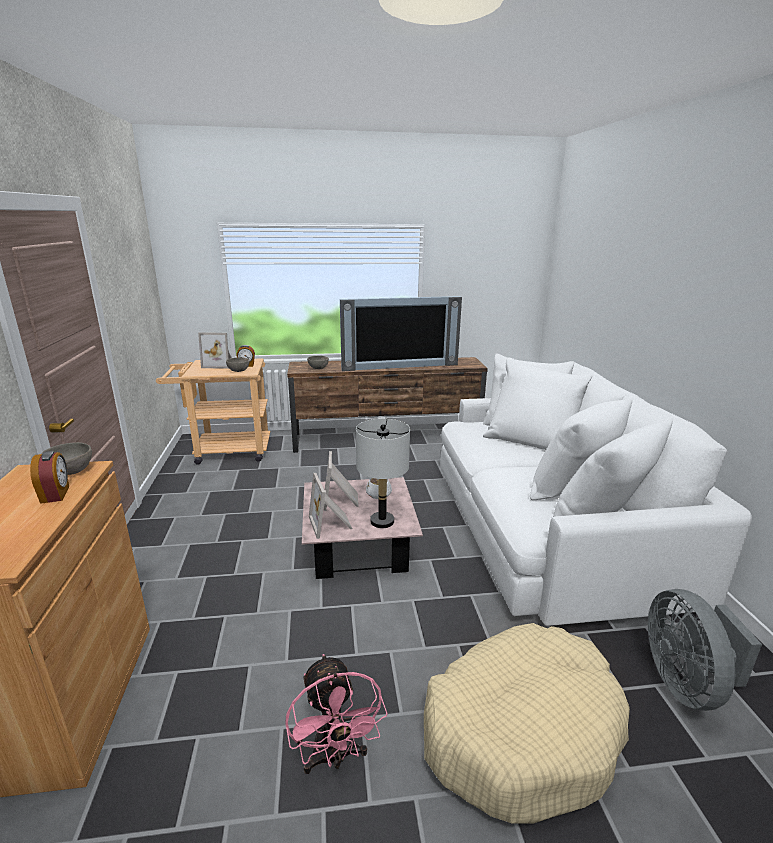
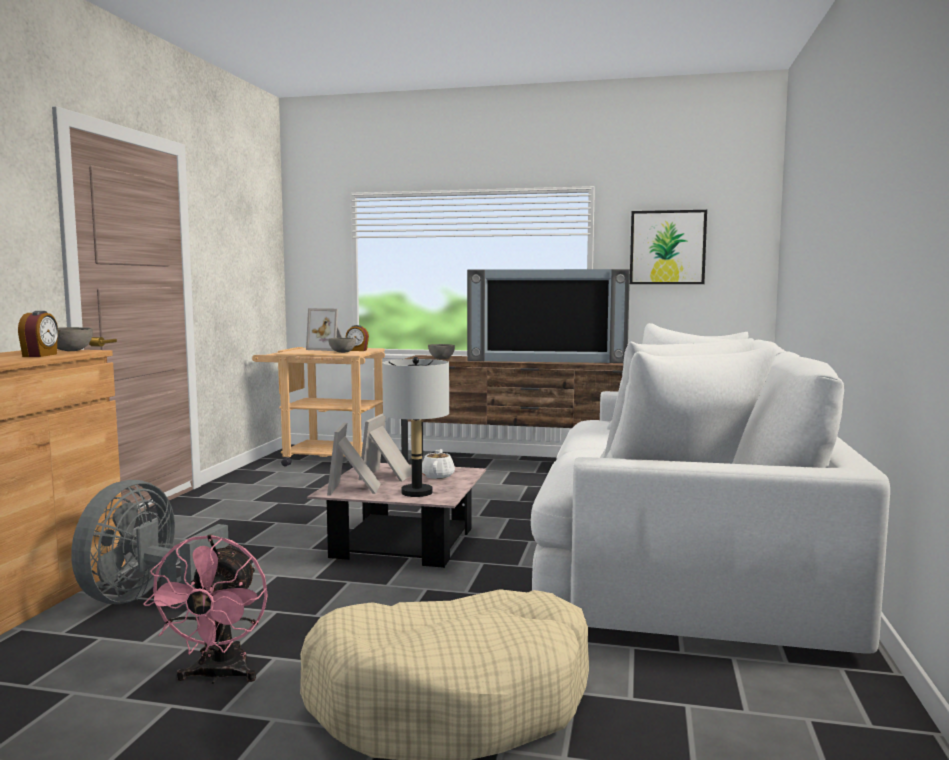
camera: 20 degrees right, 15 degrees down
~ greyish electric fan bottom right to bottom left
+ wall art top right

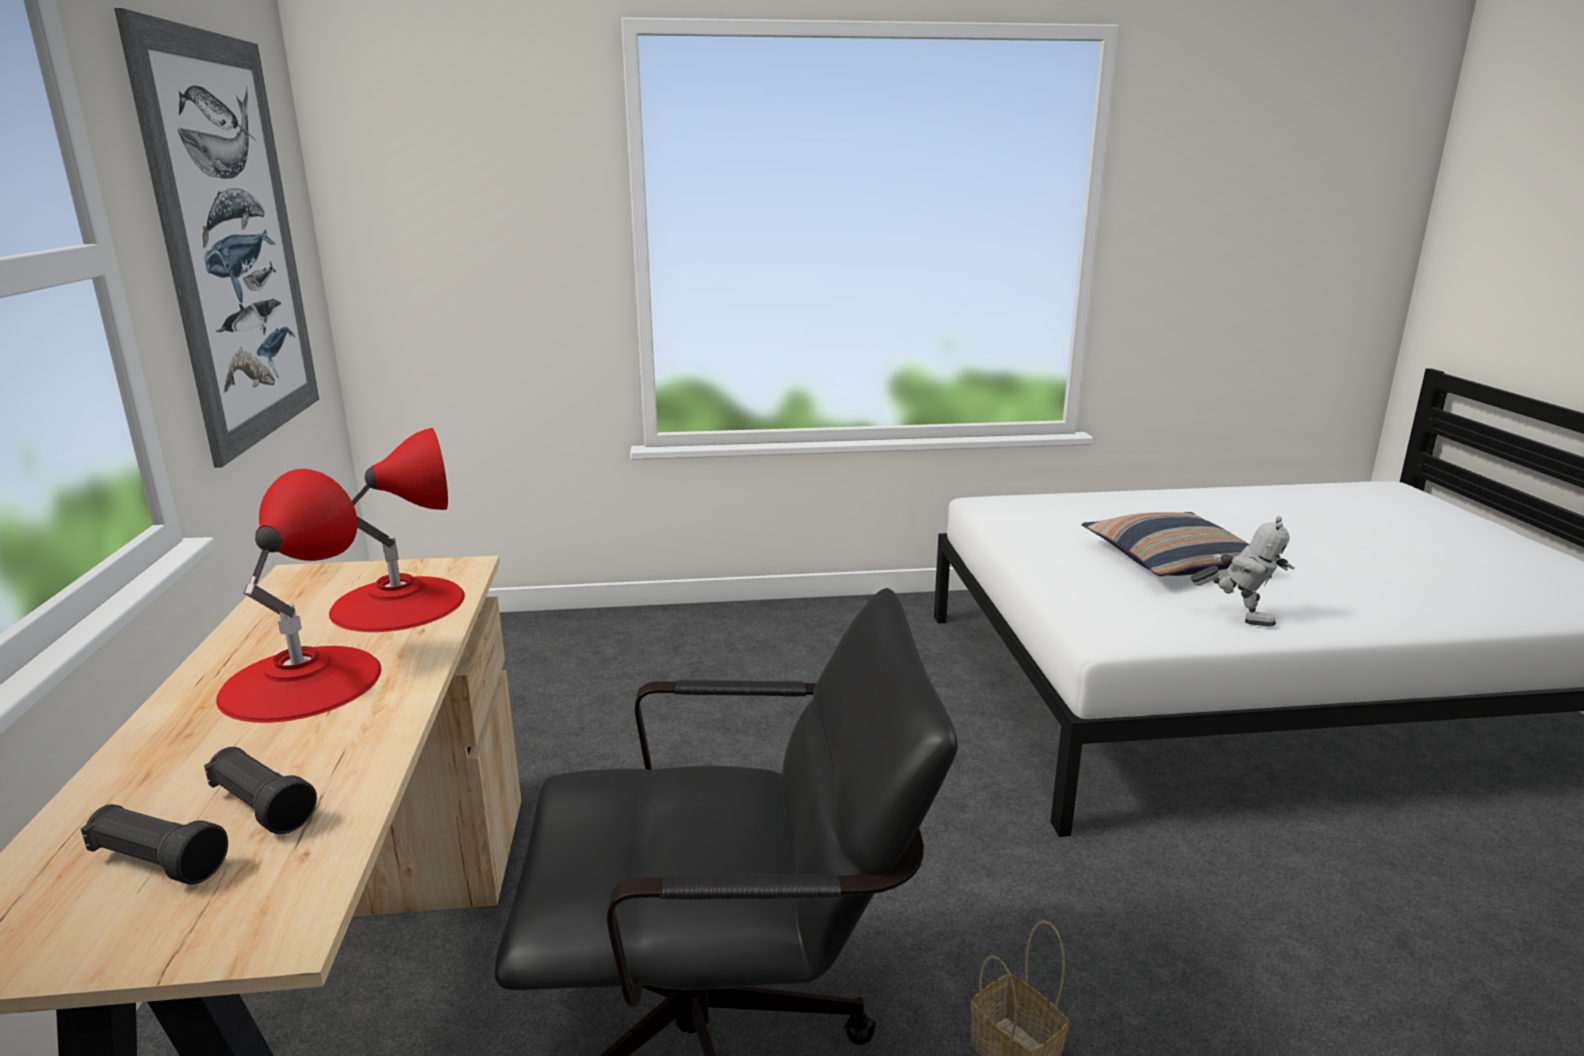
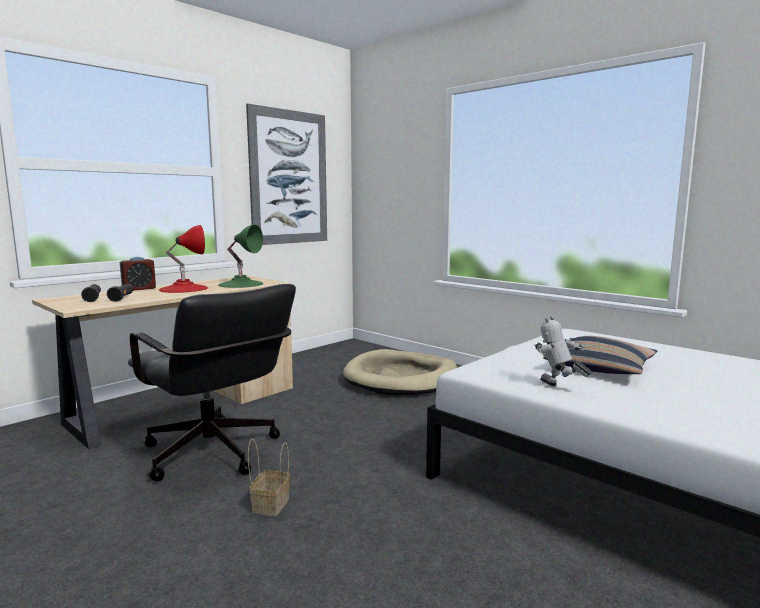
camera: 50 degrees right, 10 degrees down
~ red lamp for a table (2nd from left) middle left to greenish lamp for a table middle left
~ model robot middle right = middle right 150 degrees clockwise
+ table clock middle left
+ beige-coloured dog bed centre

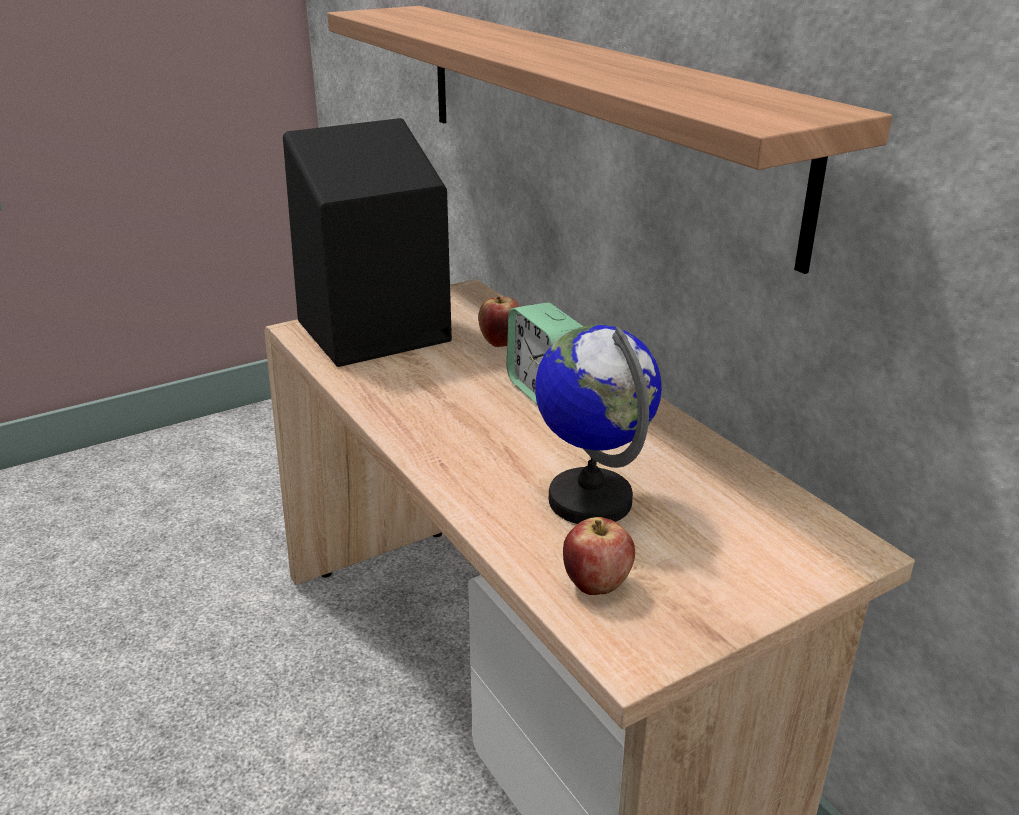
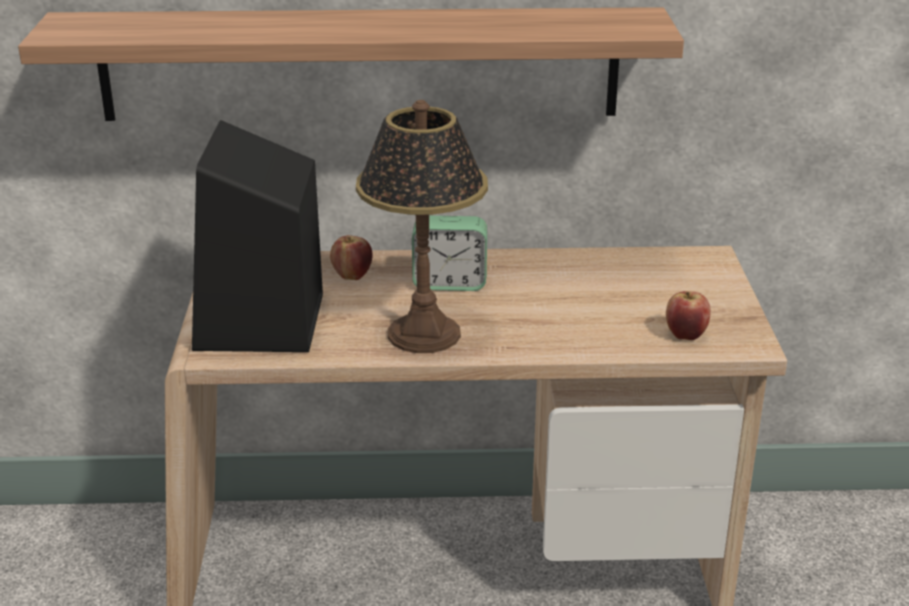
camera: 60 degrees left, 0 degrees up
- world globe centre
+ lamp for a table centre

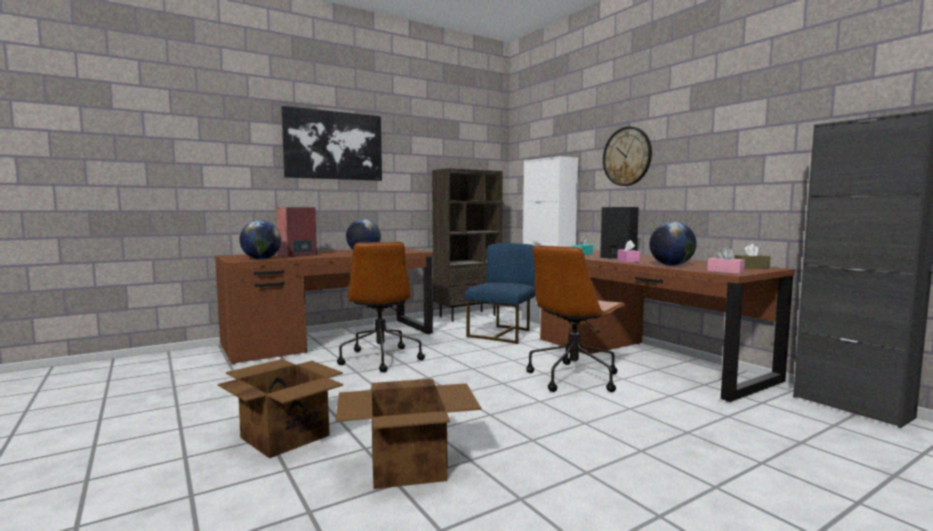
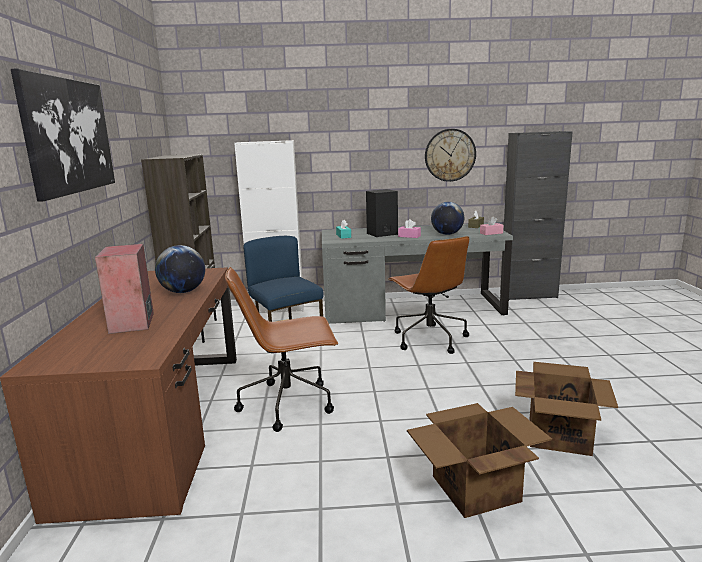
camera: 60 degrees left, 10 degrees up
- world globe (1st from left) middle left
~ brown-coloured office chair (1st from left) centre = centre 150 degrees clockwise
~ brown-coloured desk (2nd from left) middle right to greyish desk centre
~ hanging clock top right to top centre

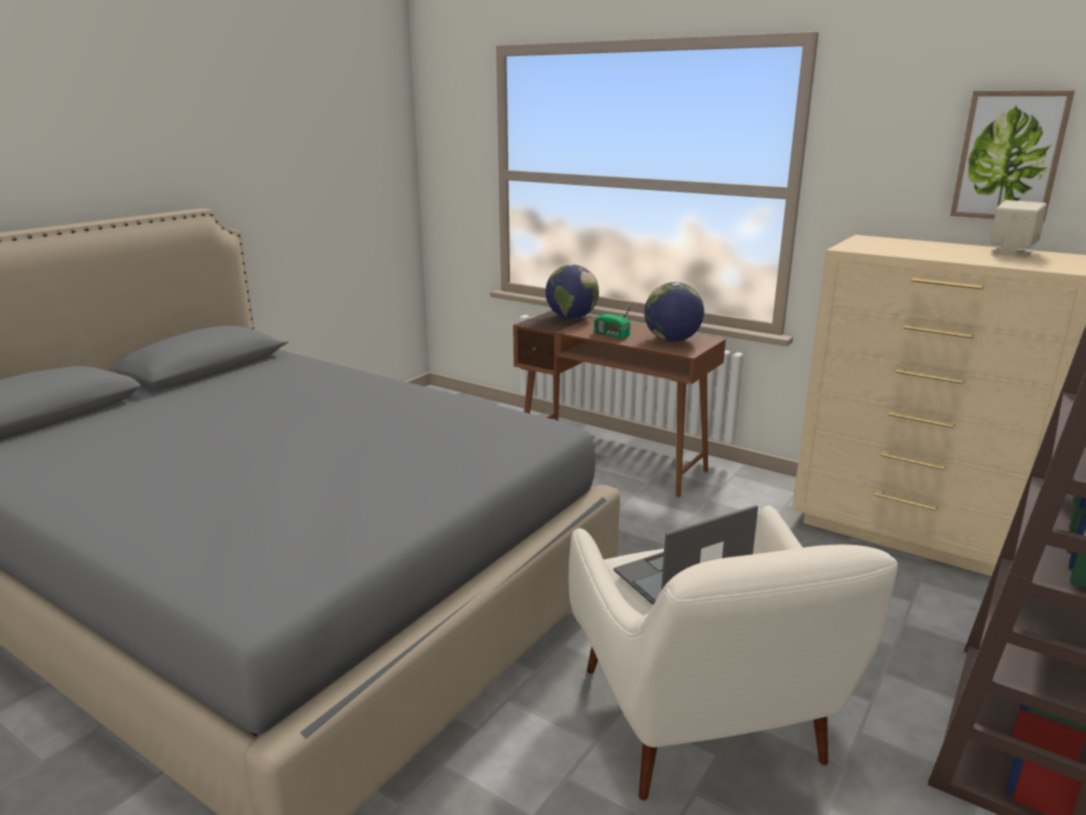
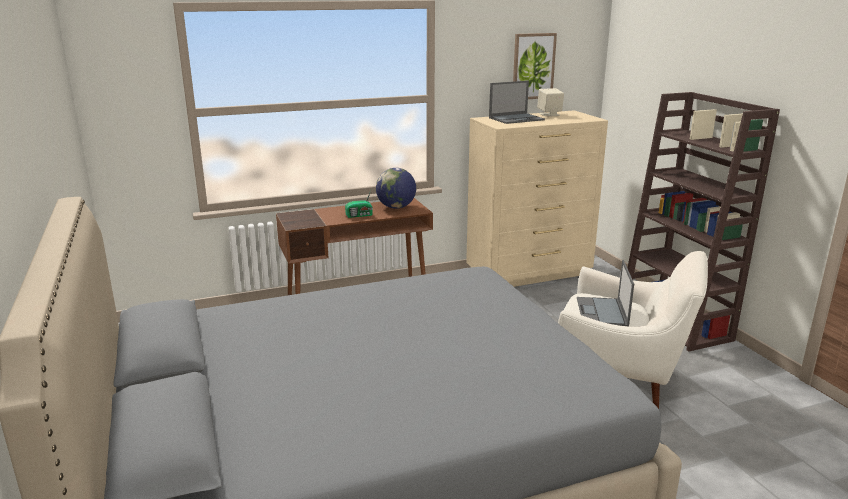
camera: 55 degrees left, 0 degrees up
- world globe (1st from left) centre
+ laptop (1st from left) top centre

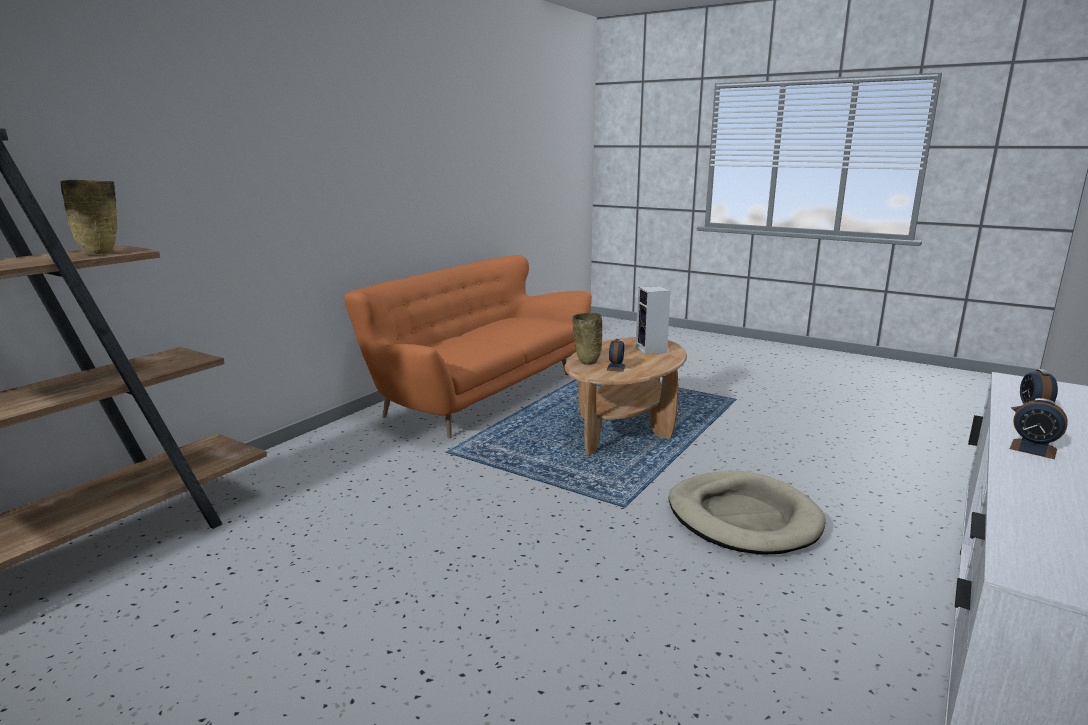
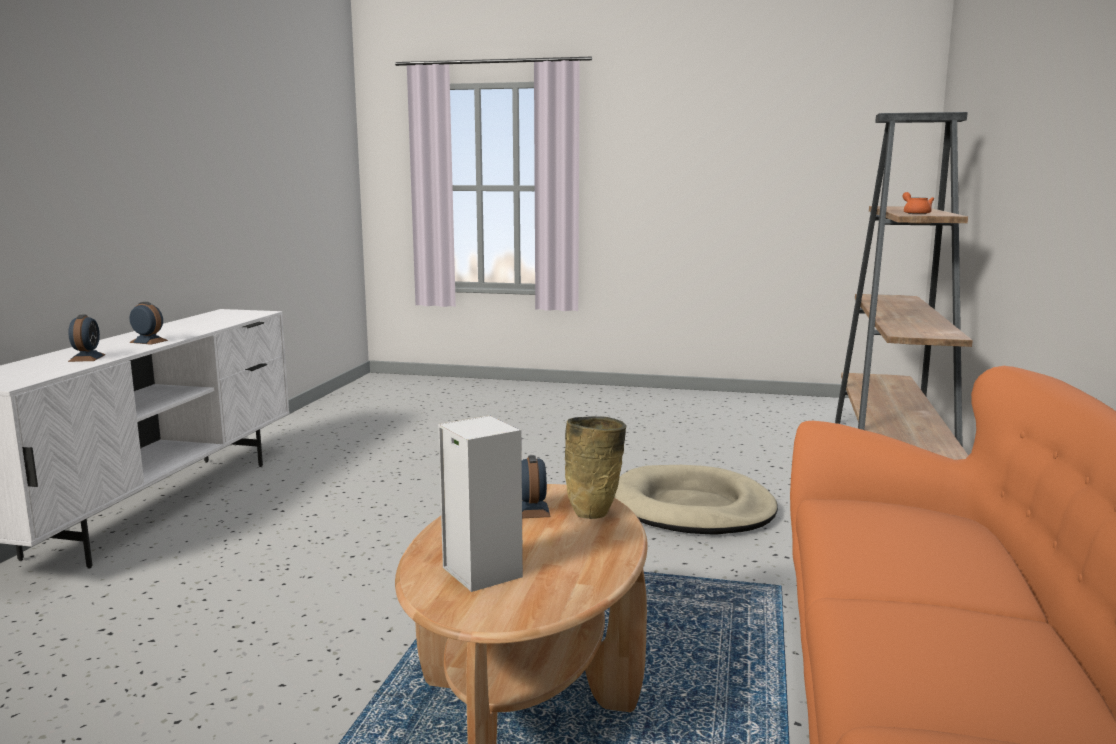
camera: 160 degrees right, 5 degrees down
~ beige-coloured decorative vase (1st from left) top left to orange pot for tea top right
~ beige-coloured dog bed bottom right to bottom centre

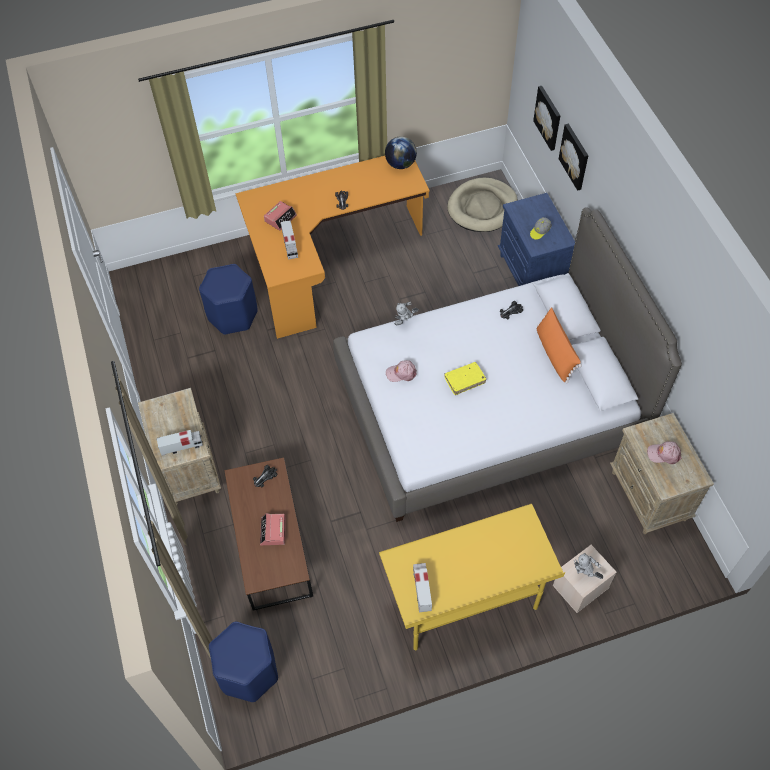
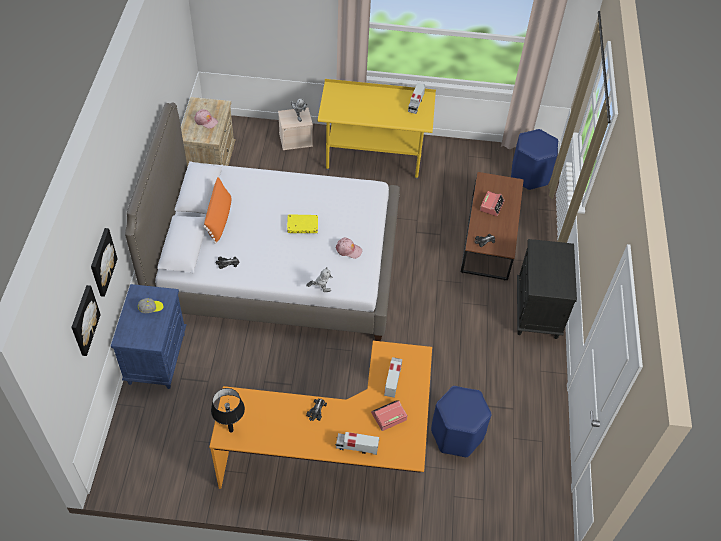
camera: 160 degrees left, 5 degrees down
~ beige-coloured nightstand (1st from left) middle left to black-coloured nightstand middle right
~ toy lorry (1st from left) middle left to bottom centre
~ world globe top centre to black-coloured lamp for a table bottom left
- beige-coloured dog bed top centre

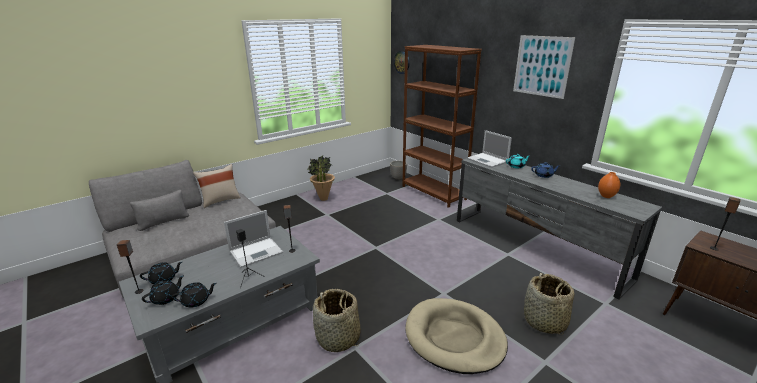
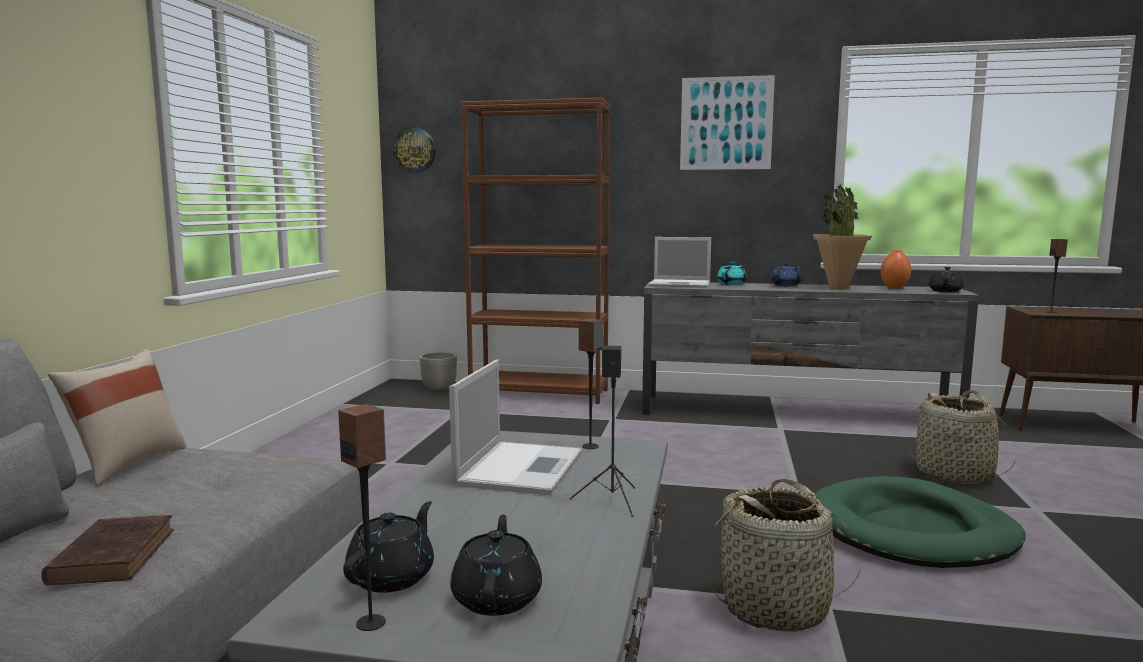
camera: 40 degrees left, 15 degrees down
~ black-coloured pot for tea (3rd from left) bottom left to middle right
~ plant in a pot centre to middle right
~ beige-coloured dog bed bottom centre to greenish dog bed bottom right
+ brown-coloured book bottom left

